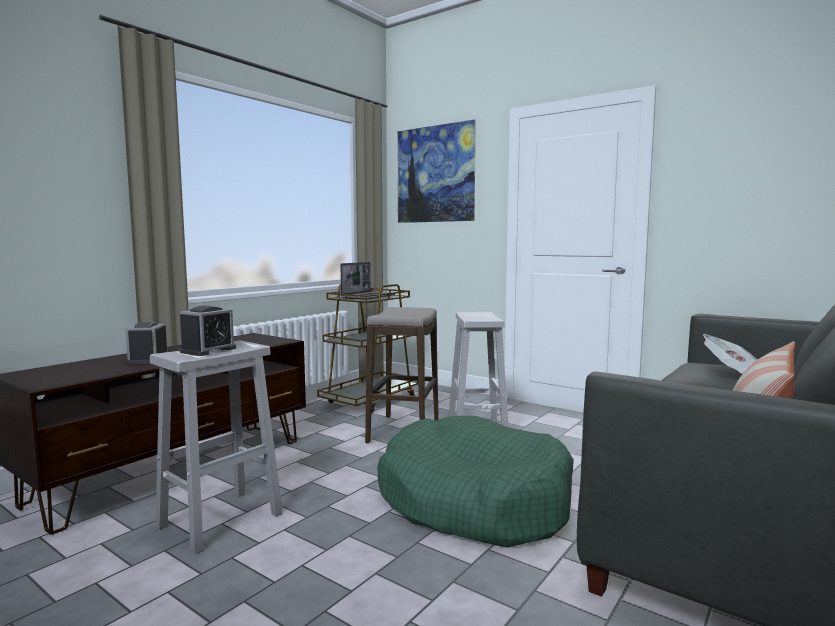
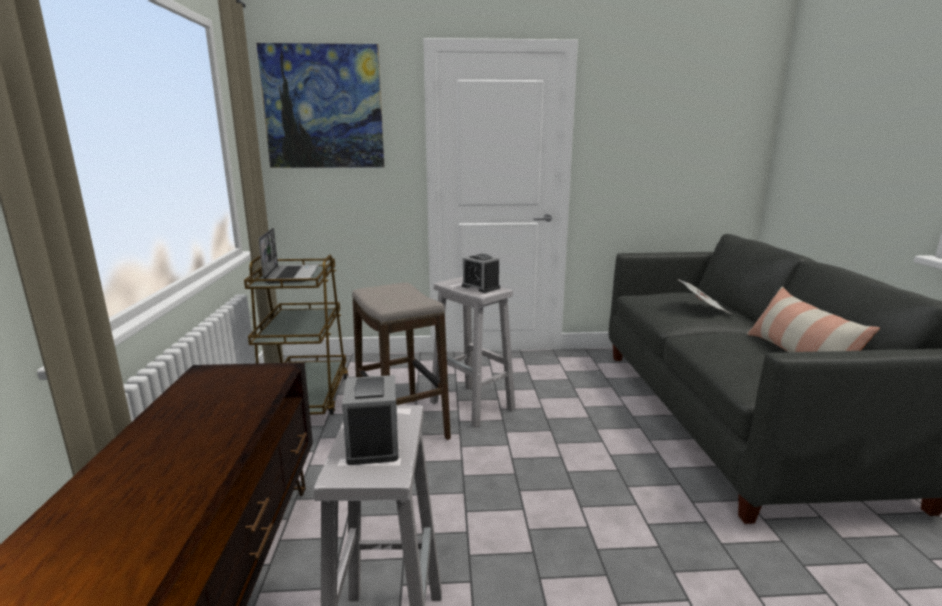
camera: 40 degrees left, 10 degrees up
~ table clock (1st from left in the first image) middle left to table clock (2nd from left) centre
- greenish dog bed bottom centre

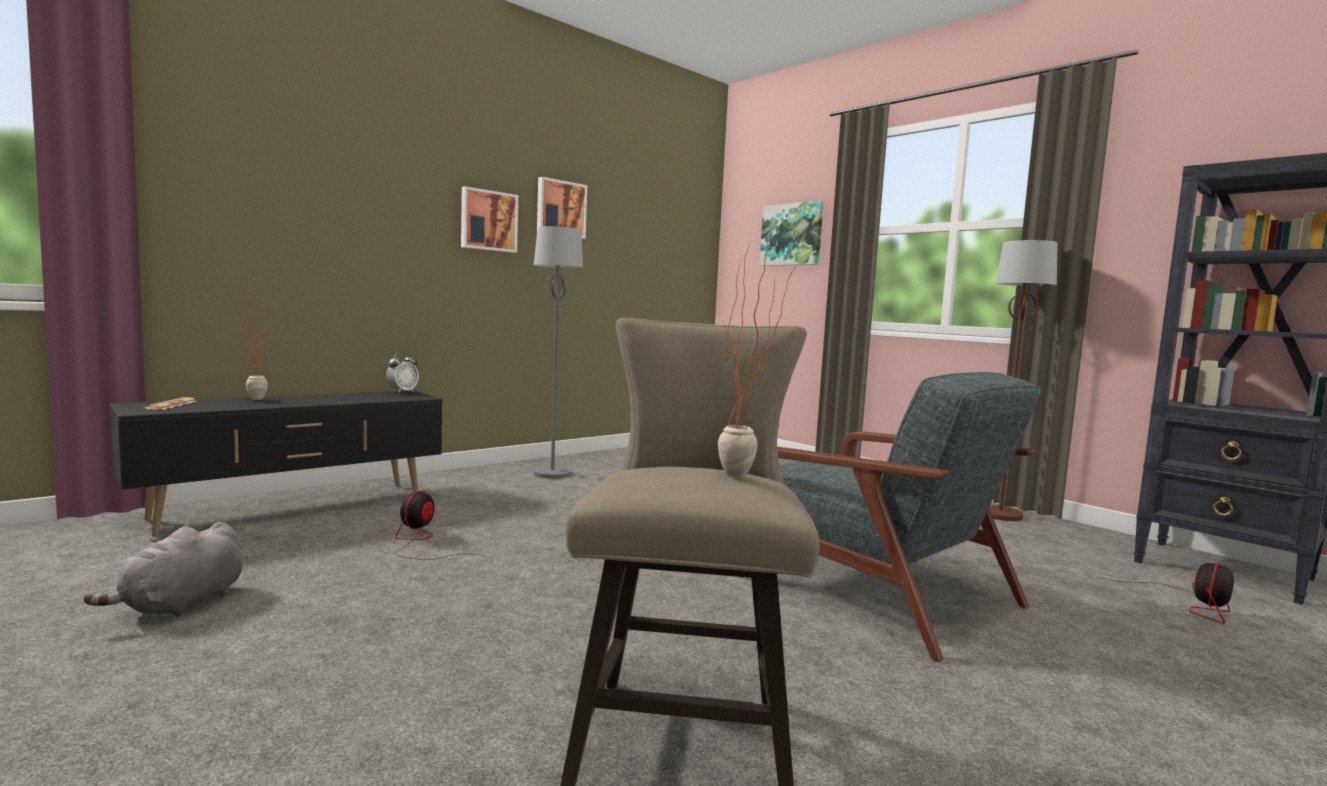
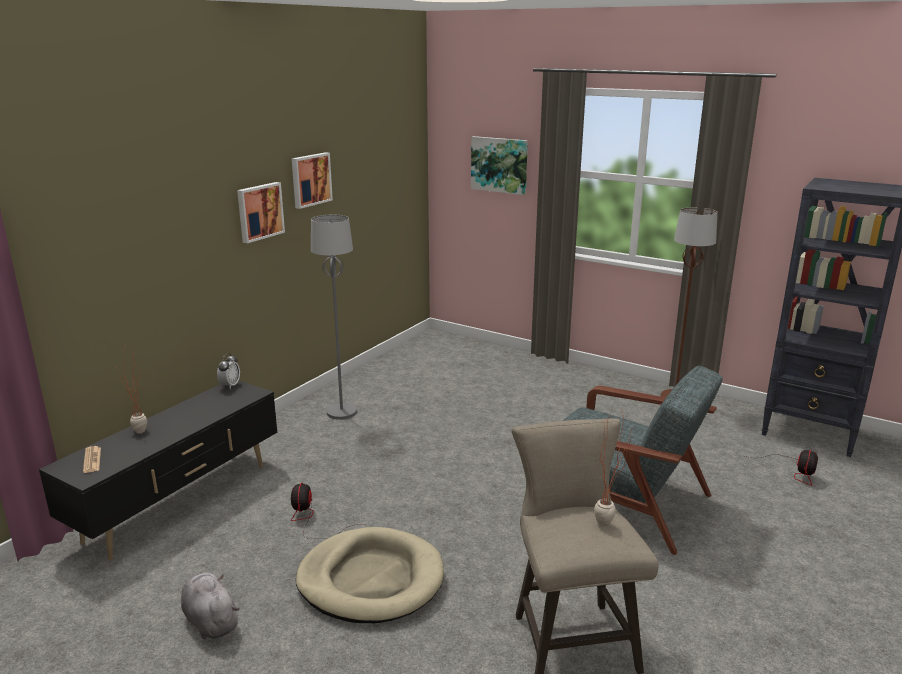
camera: 15 degrees left, 15 degrees up
~ greyish plush toy bottom left = bottom left 135 degrees clockwise
+ beige-coloured dog bed bottom centre

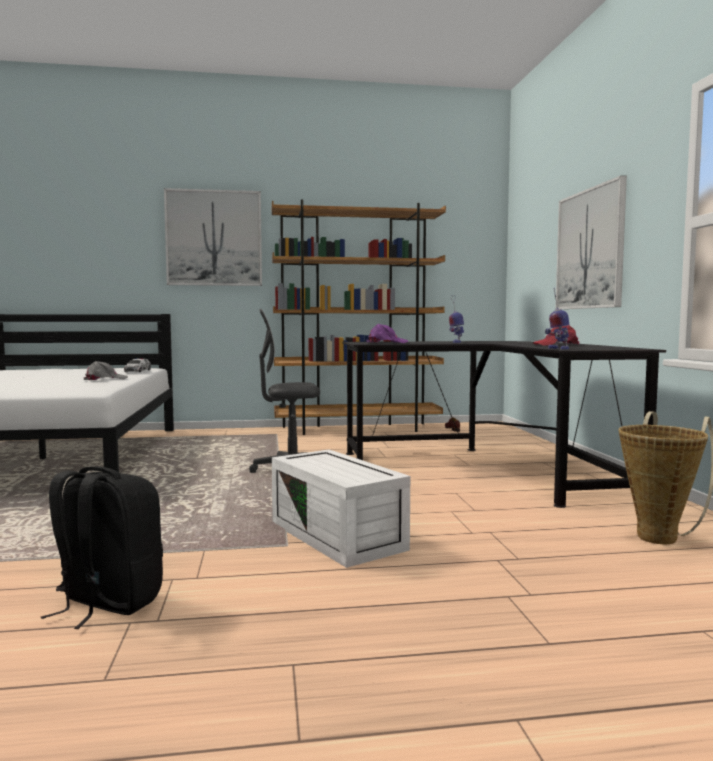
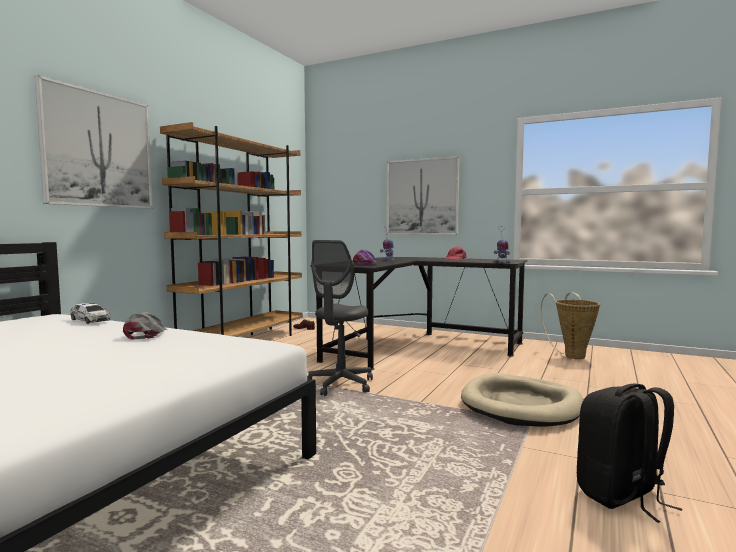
camera: 55 degrees left, 0 degrees up
~ white storage box bottom centre to beige-coloured dog bed bottom right

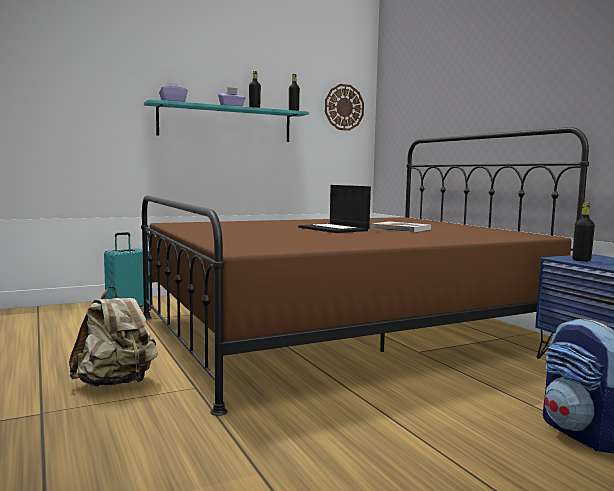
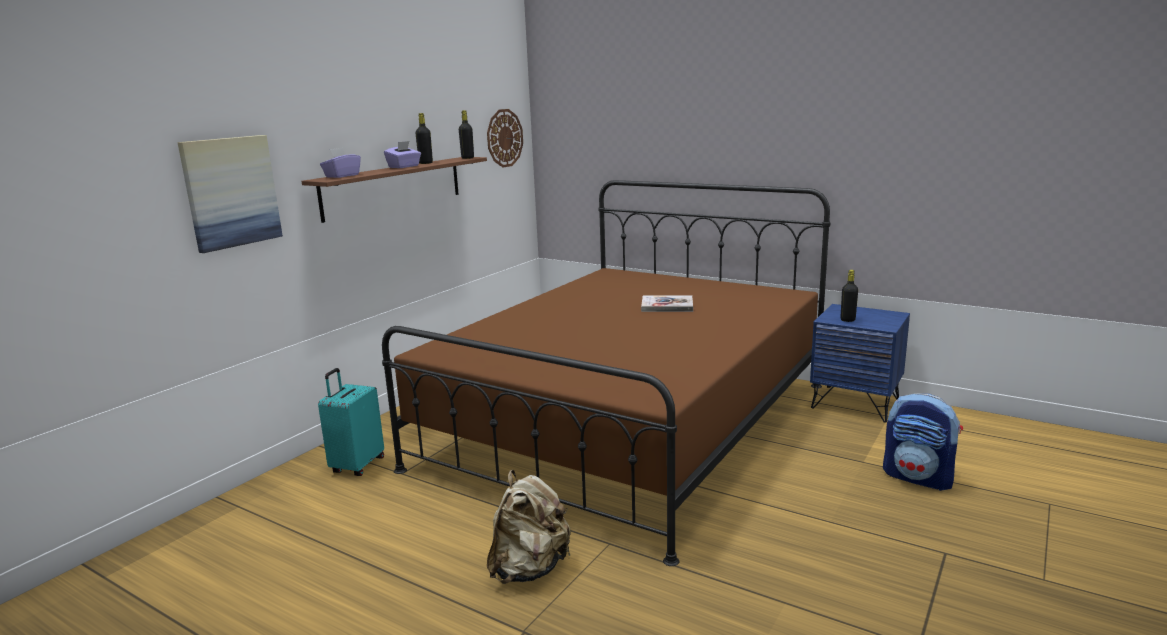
camera: 30 degrees left, 10 degrees up
~ blue-green bracket shelf top centre to brown-coloured bracket shelf top centre
- laptop centre
+ wall art top left

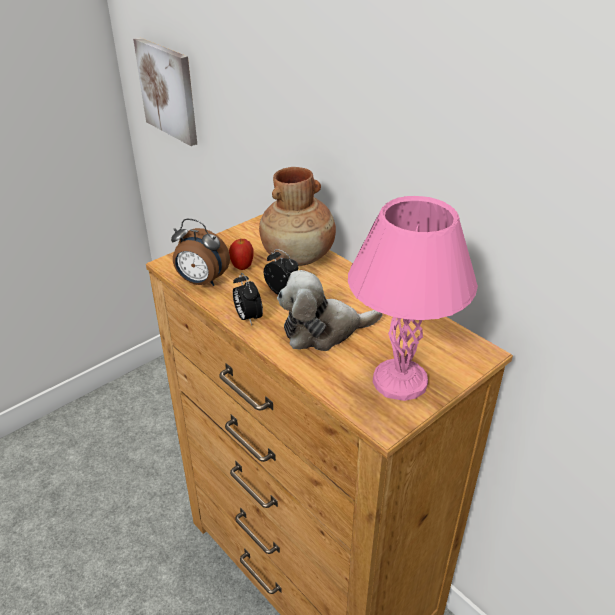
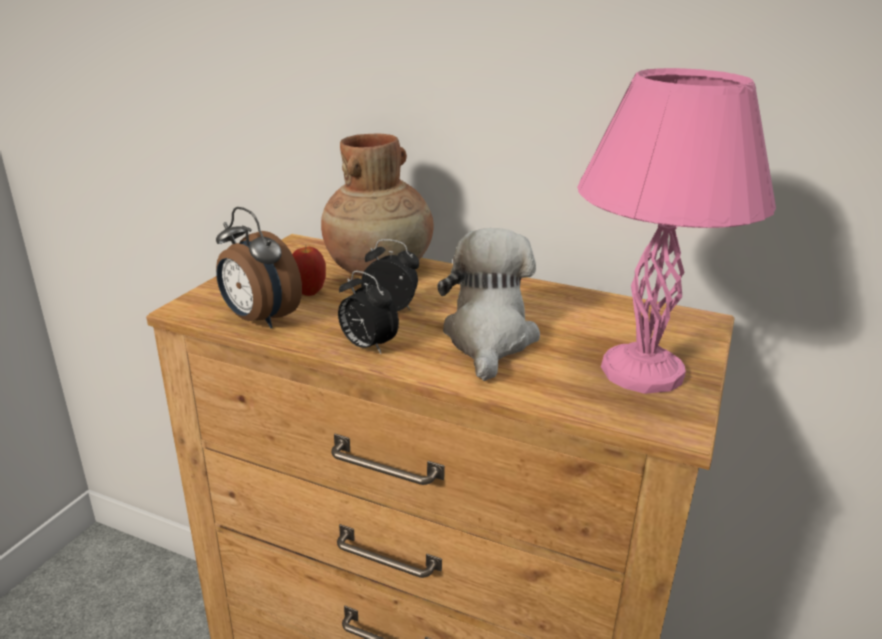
camera: 25 degrees left, 10 degrees down
- wall art top left
~ table clock (1st from left) middle left = middle left 45 degrees clockwise
~ plush toy centre = centre 135 degrees clockwise

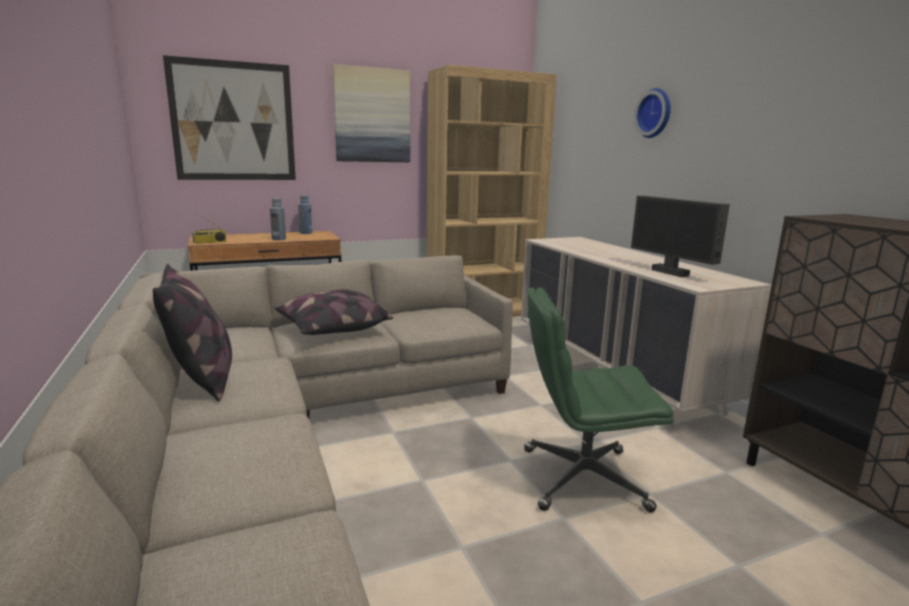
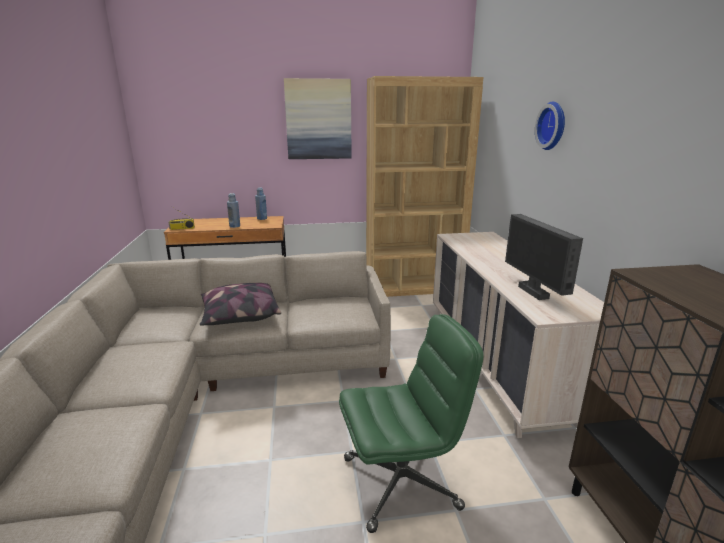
camera: 15 degrees right, 5 degrees up
- cushion (1st from left) middle left
- wall art (1st from left) top left
~ greenish office chair centre = bottom centre 150 degrees clockwise

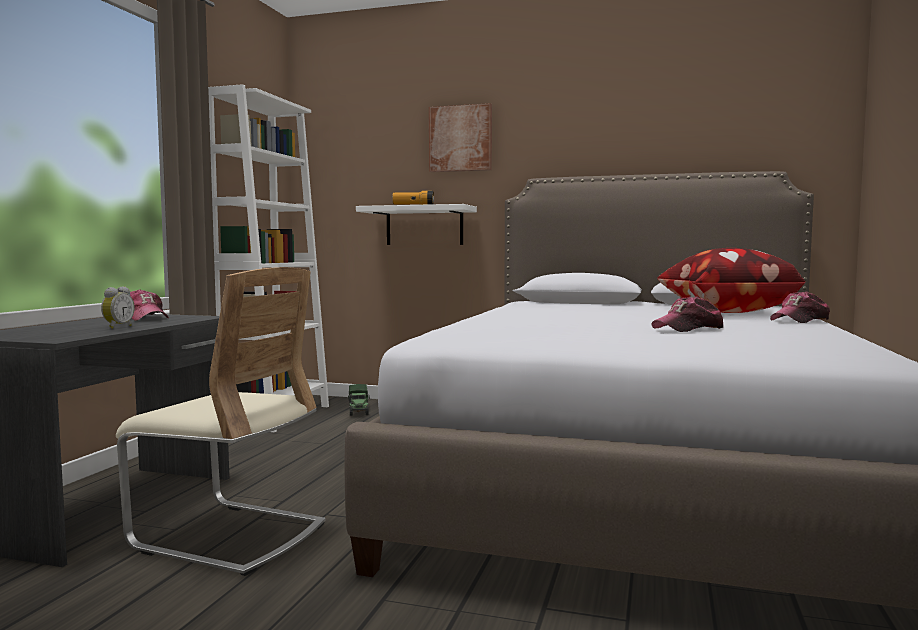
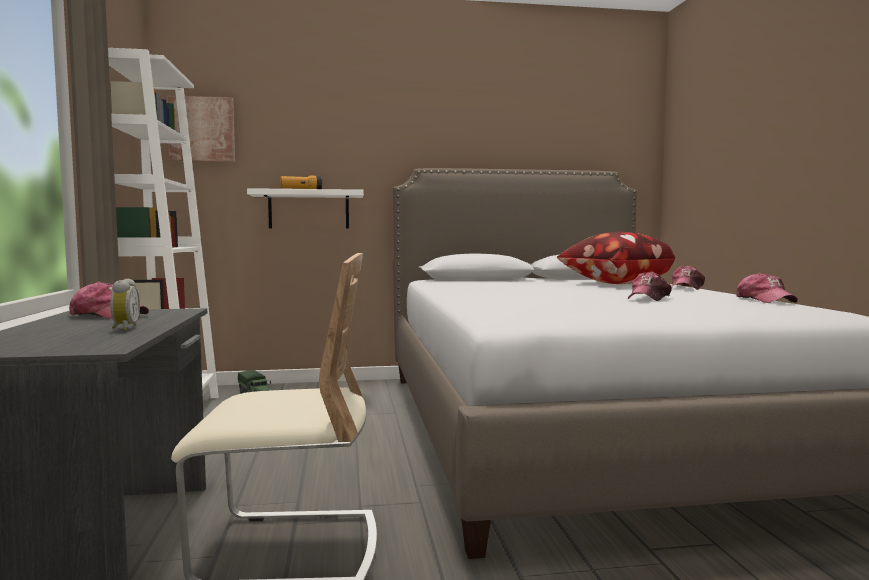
camera: 25 degrees left, 0 degrees up
~ wall art top centre to top left
+ baseball cap (4th from left) middle right

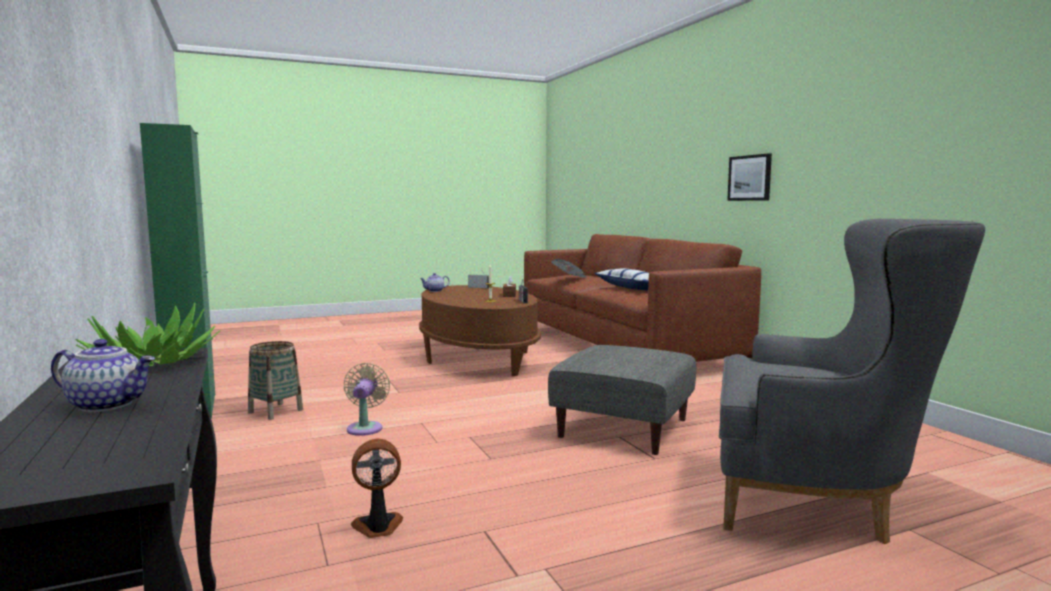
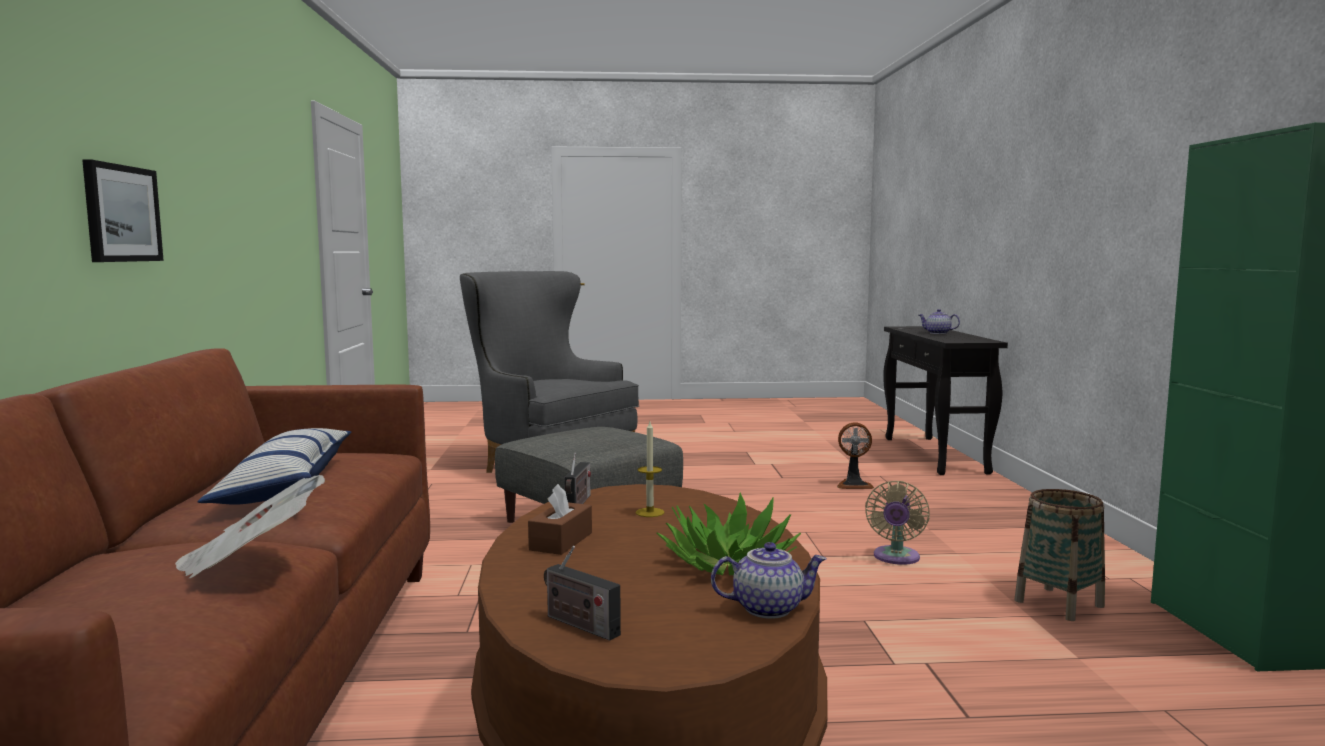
camera: 160 degrees left, 0 degrees up
~ plant in a pot middle left to bottom centre

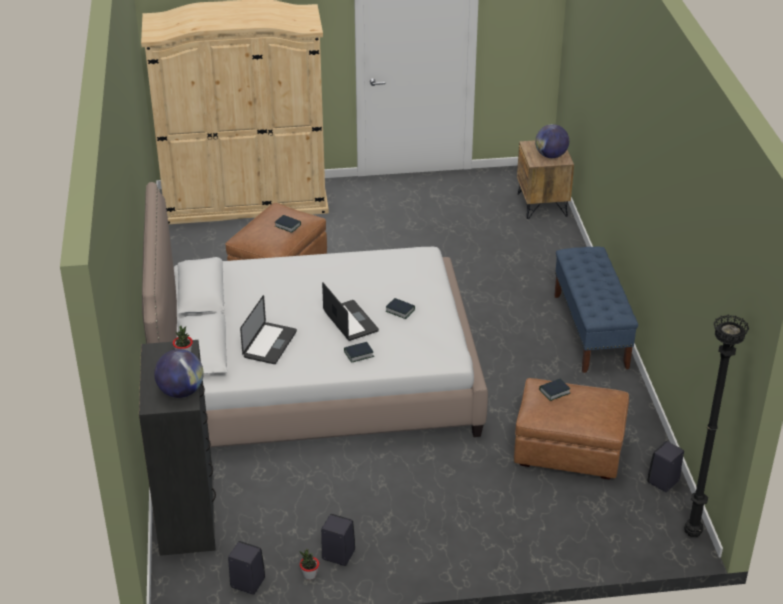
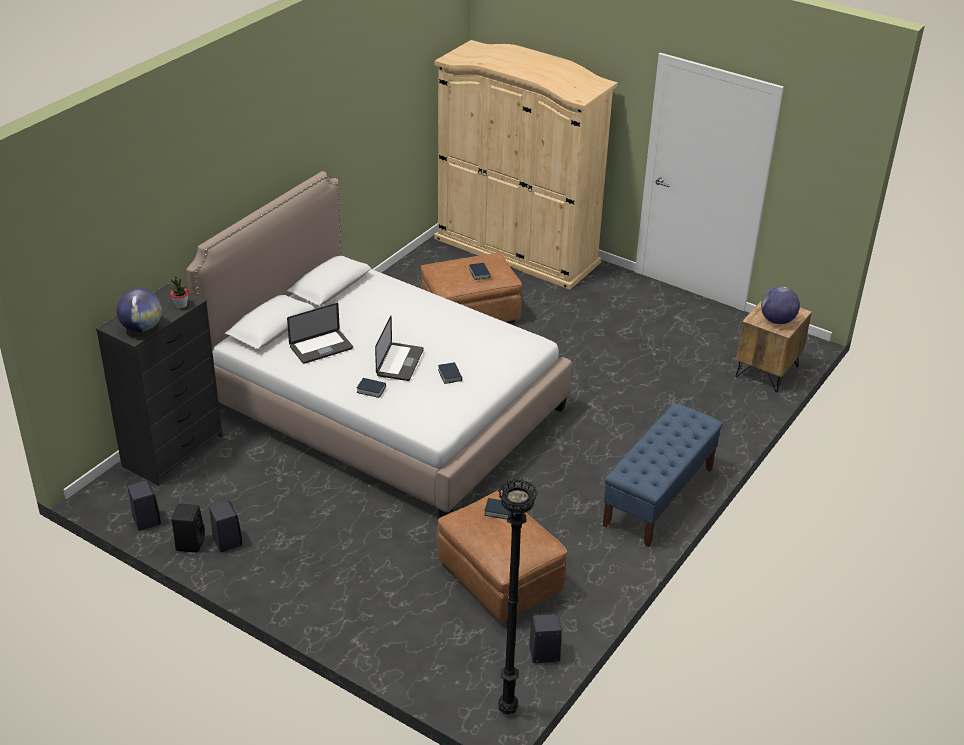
camera: 40 degrees right, 0 degrees up
~ plant in a pot (2nd from left) bottom centre to black-coloured speaker (2nd from left) bottom left

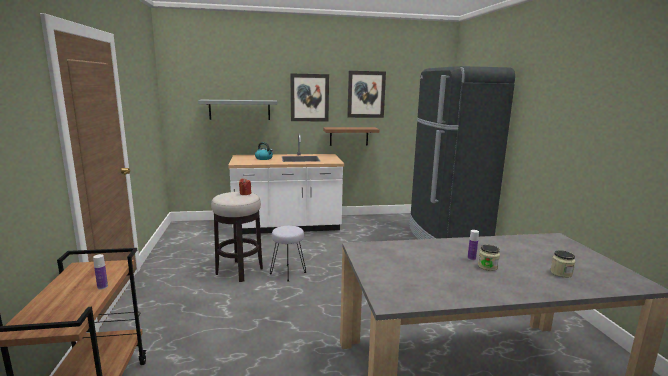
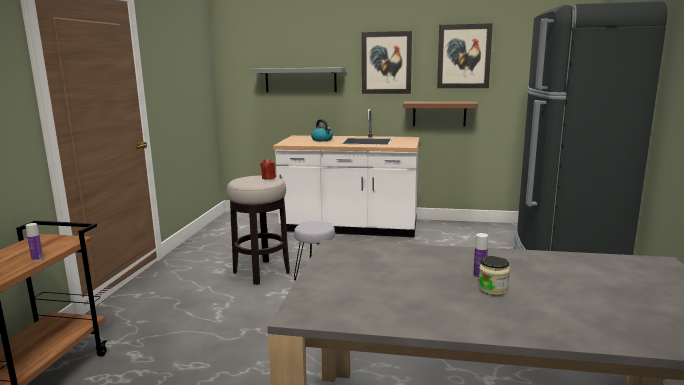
camera: 20 degrees right, 0 degrees up
- preserve jar (2nd from left) bottom right

